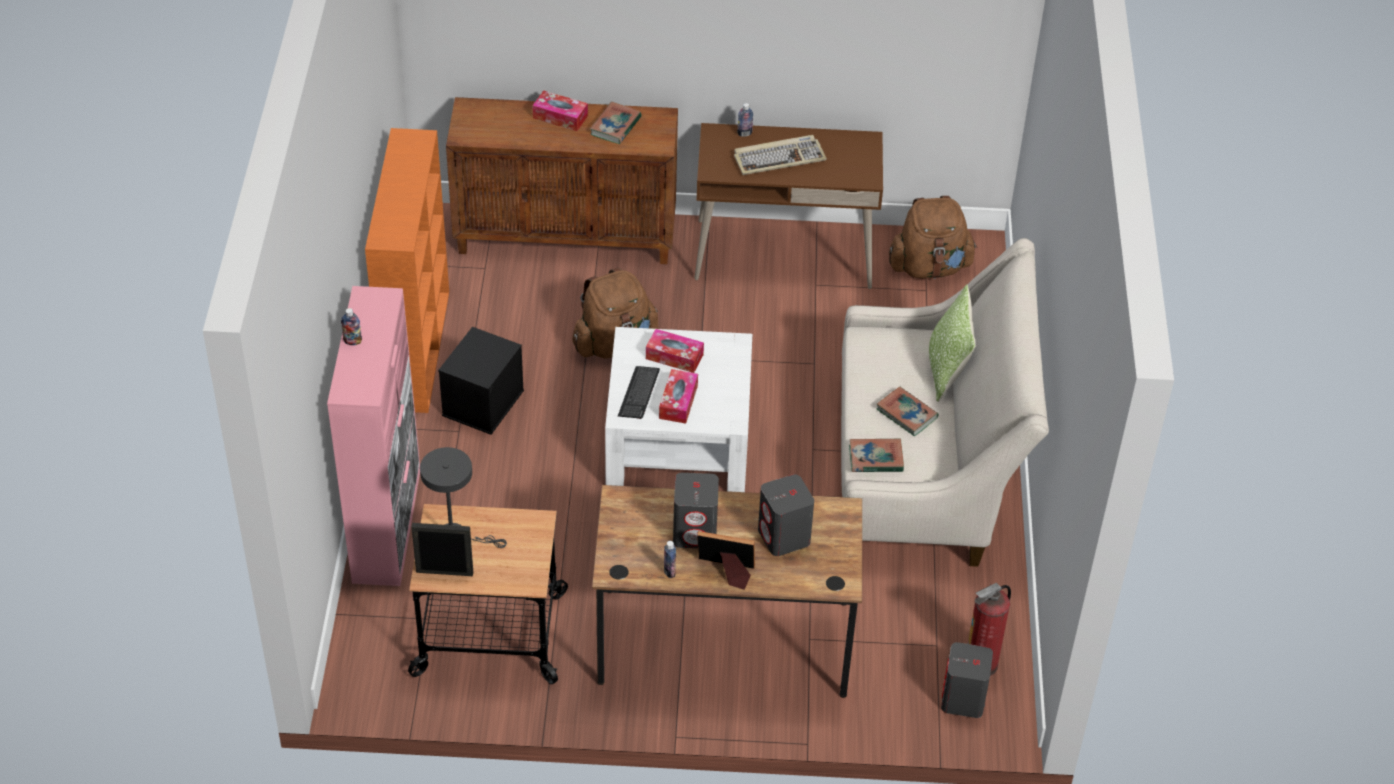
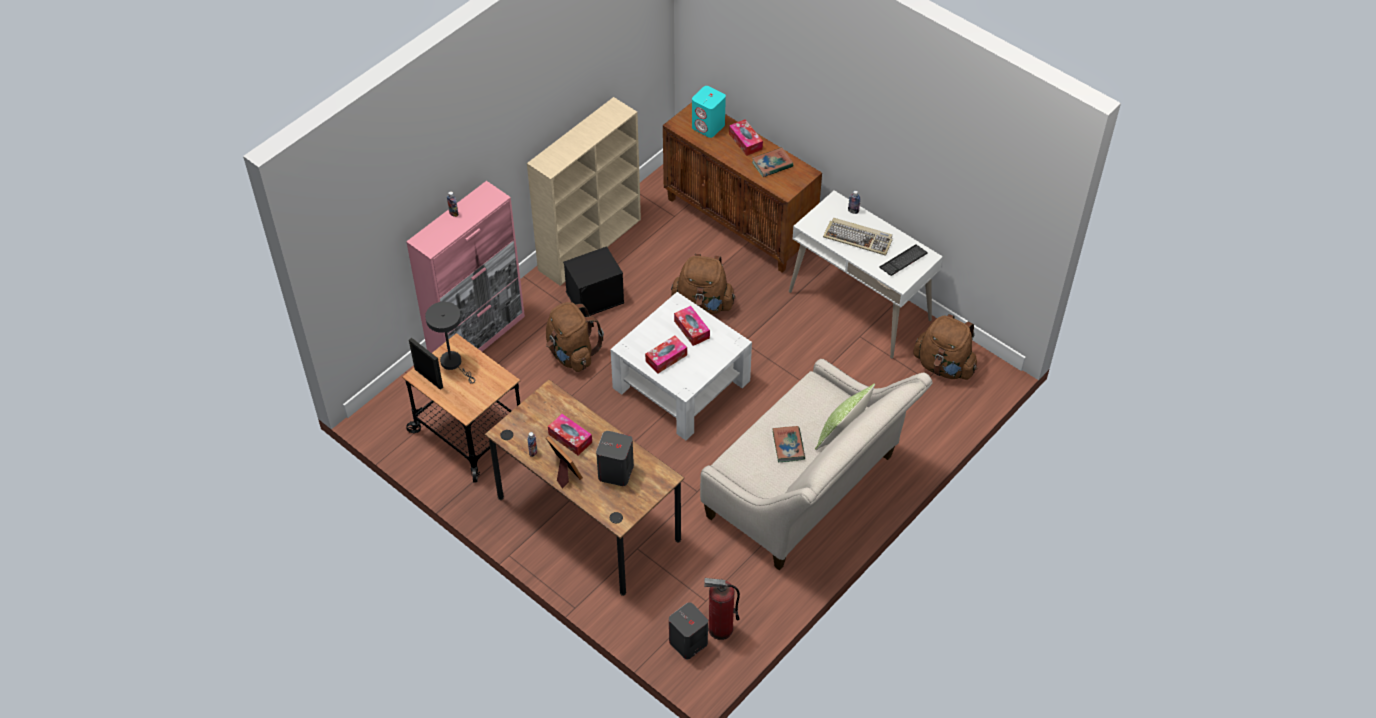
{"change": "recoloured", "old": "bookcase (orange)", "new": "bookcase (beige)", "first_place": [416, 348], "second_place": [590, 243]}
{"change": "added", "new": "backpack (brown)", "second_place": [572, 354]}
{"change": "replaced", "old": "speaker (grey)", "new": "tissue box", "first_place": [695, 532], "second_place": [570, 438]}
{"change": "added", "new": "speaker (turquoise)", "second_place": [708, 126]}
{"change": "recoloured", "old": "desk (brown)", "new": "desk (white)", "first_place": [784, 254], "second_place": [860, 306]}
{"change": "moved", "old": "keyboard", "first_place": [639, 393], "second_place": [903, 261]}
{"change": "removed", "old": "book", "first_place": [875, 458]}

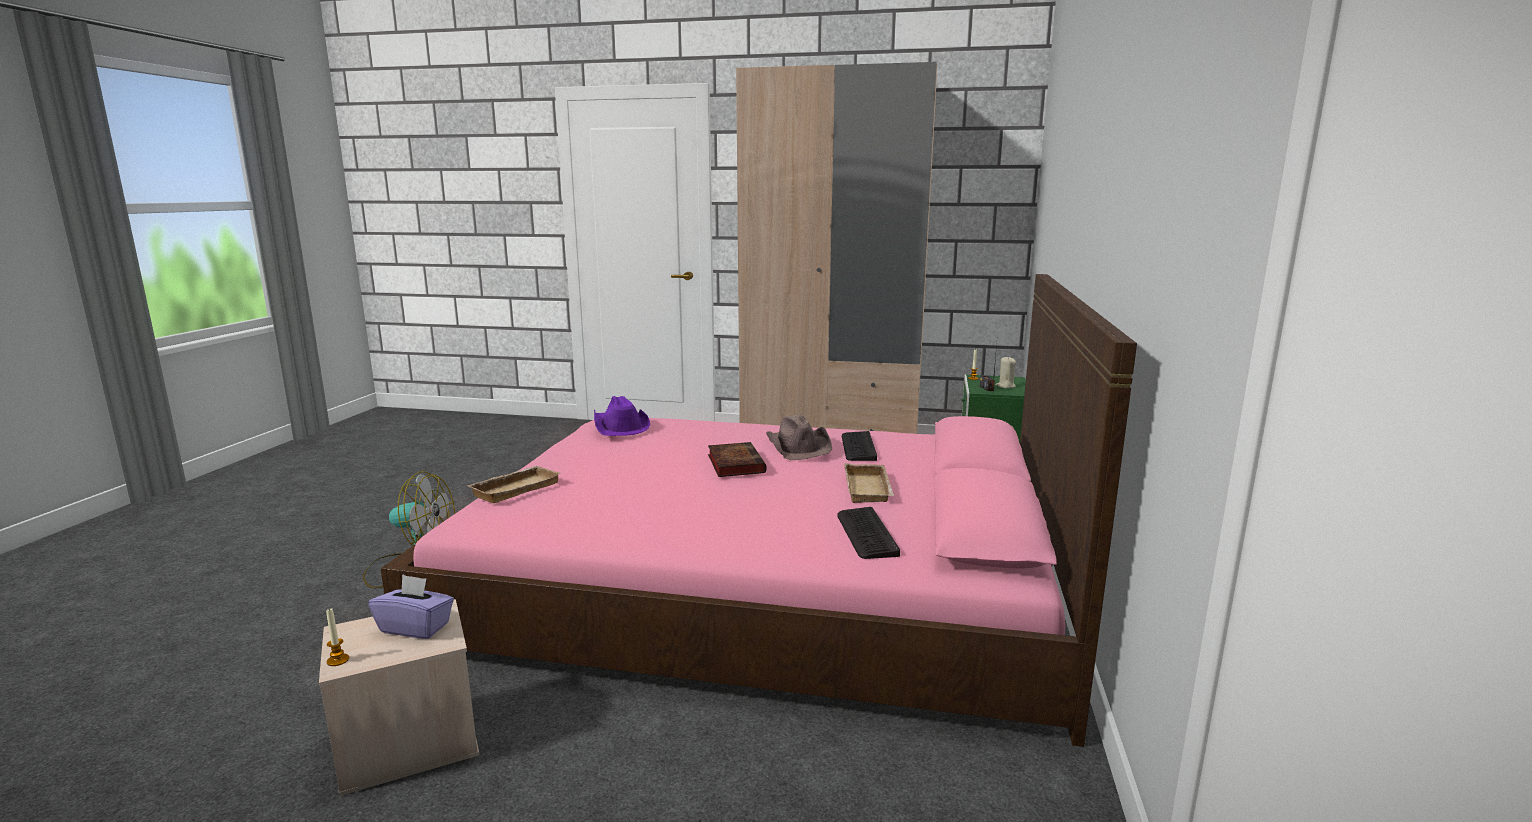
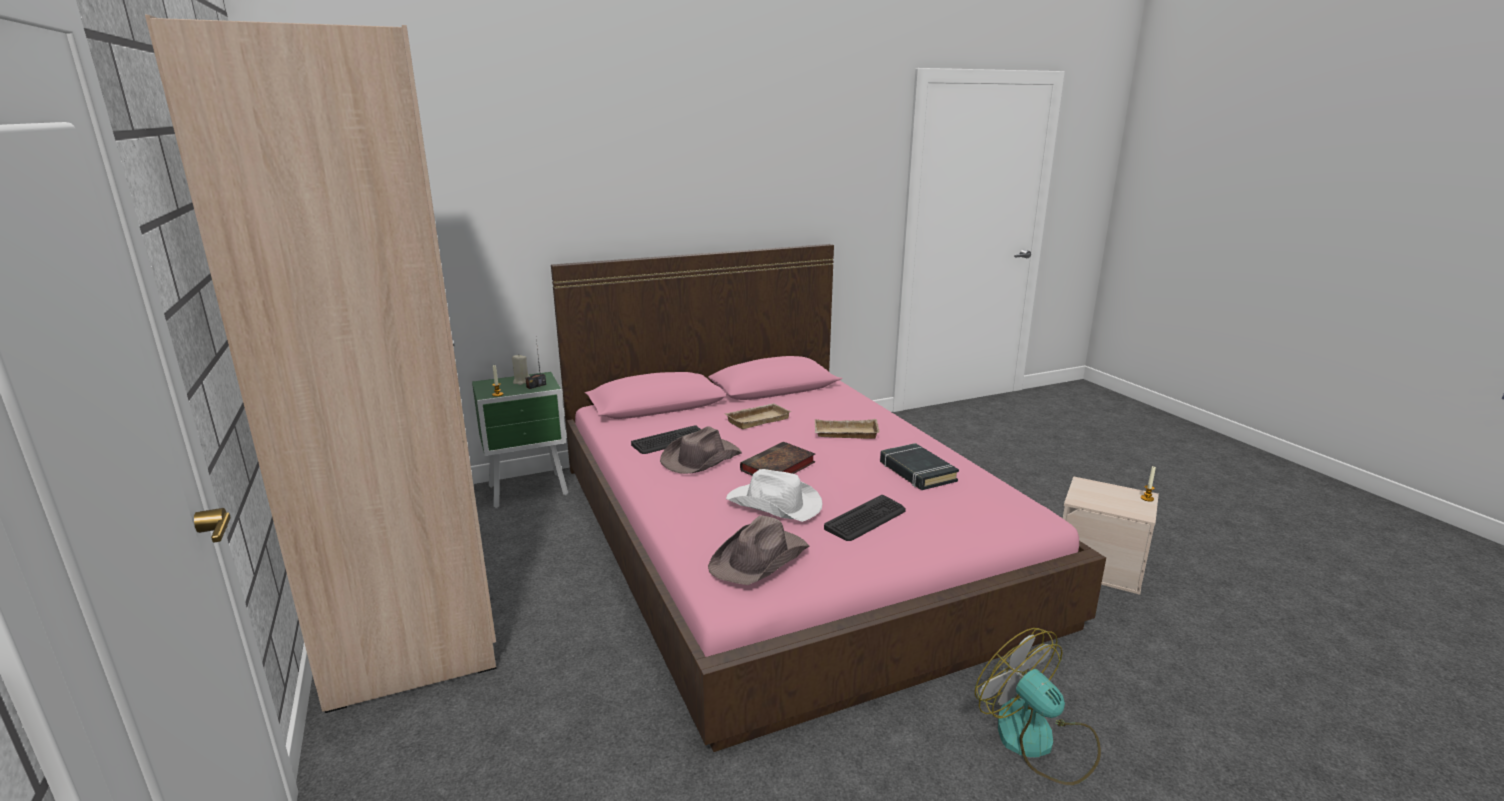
{"change": "recoloured", "old": "hat (purple)", "new": "hat (brown)", "first_place": [620, 426], "second_place": [760, 559]}
{"change": "added", "new": "hat (white)", "second_place": [775, 505]}
{"change": "moved", "old": "tray (beige)", "first_place": [515, 488], "second_place": [845, 434]}
{"change": "moved", "old": "keyboard", "first_place": [866, 534], "second_place": [866, 519]}
{"change": "added", "new": "book (black)", "second_place": [917, 472]}
{"change": "removed", "old": "tissue box (purple)", "first_place": [416, 627]}

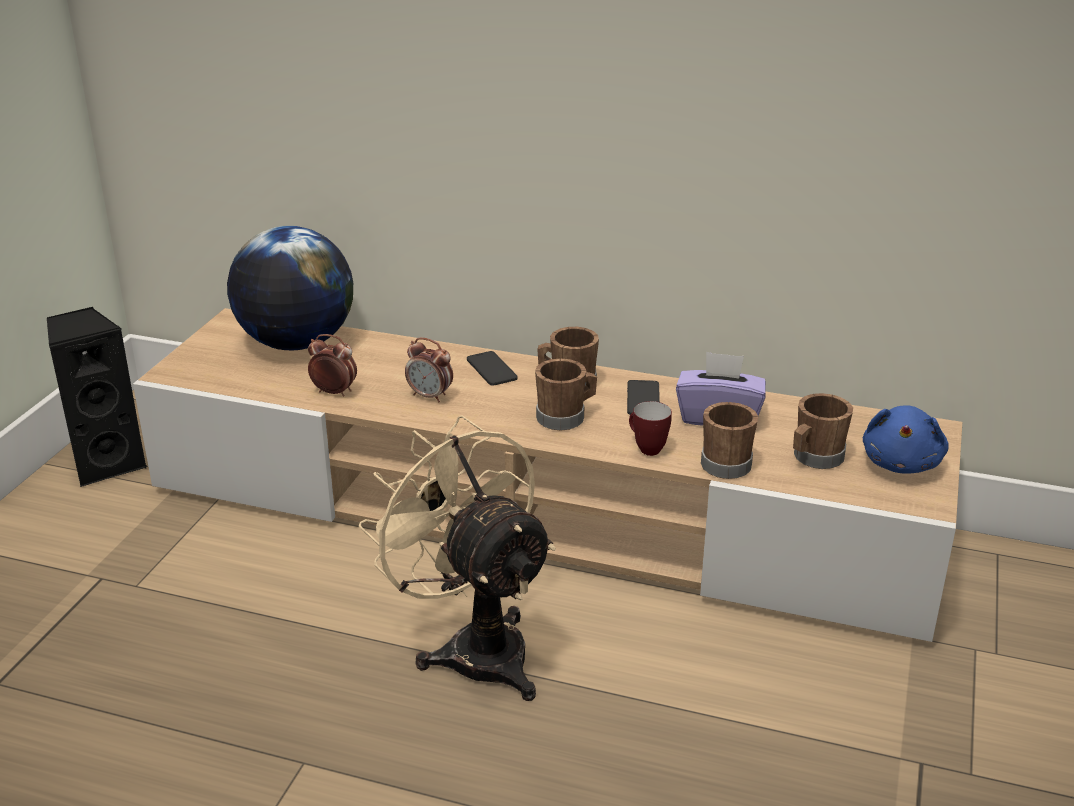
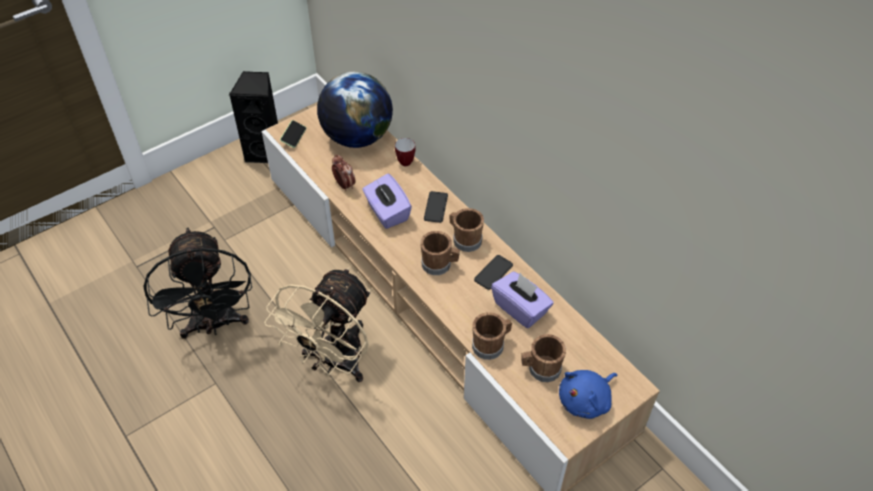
{"change": "added", "new": "fan (black)", "second_place": [214, 325]}
{"change": "turned", "old": "fan (beige)", "first_place": [474, 647], "second_place": [335, 363], "degrees": -150}
{"change": "added", "new": "phone", "second_place": [294, 137]}
{"change": "replaced", "old": "alarm clock", "new": "tissue box (purple)", "first_place": [430, 396], "second_place": [387, 212]}
{"change": "moved", "old": "mug", "first_place": [645, 448], "second_place": [405, 160]}

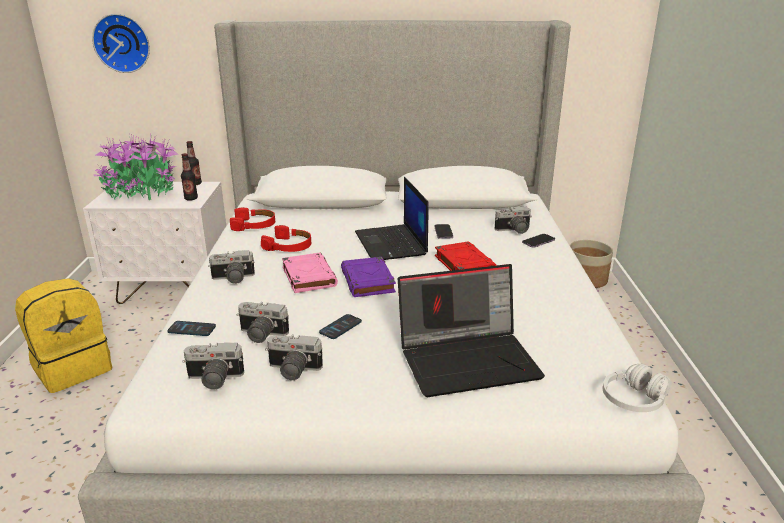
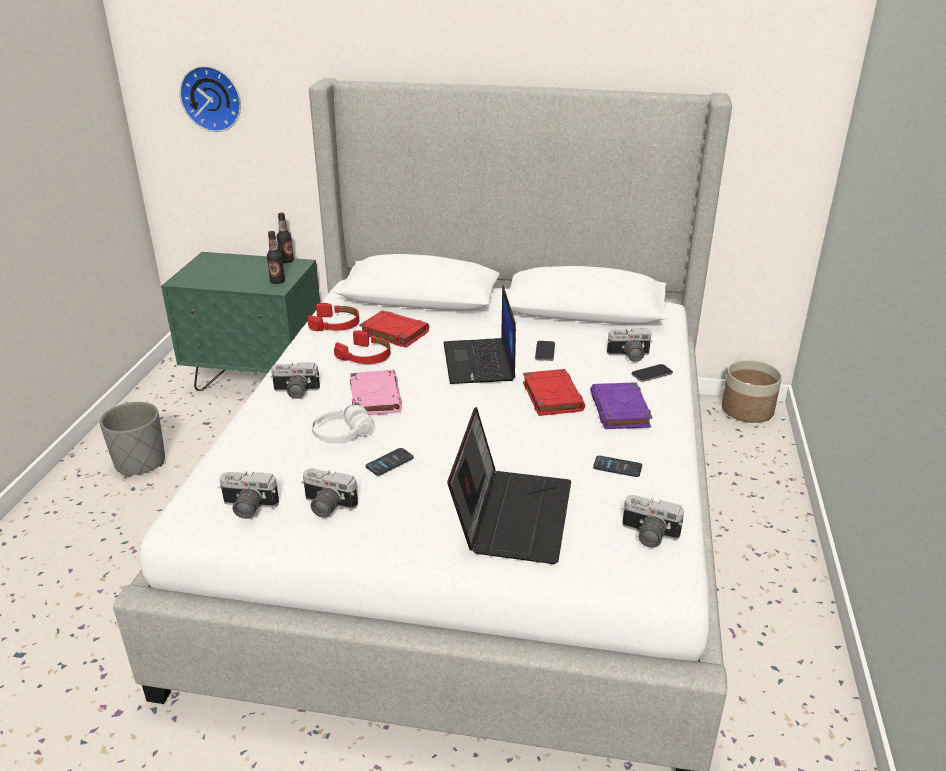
{"change": "replaced", "old": "backpack (yellow)", "new": "planter (grey)", "first_place": [73, 368], "second_place": [140, 462]}
{"change": "recoloured", "old": "nightstand (white)", "new": "nightstand (green)", "first_place": [173, 290], "second_place": [257, 379]}
{"change": "moved", "old": "headphones (white)", "first_place": [634, 400], "second_place": [342, 434]}
{"change": "added", "new": "book (red)", "second_place": [393, 333]}
{"change": "turned", "old": "laptop", "first_place": [469, 359], "second_place": [511, 514], "degrees": -75}
{"change": "moved", "old": "book (purple)", "first_place": [368, 281], "second_place": [620, 411]}
{"change": "moved", "old": "phone", "first_place": [192, 329], "second_place": [617, 467]}
{"change": "moved", "old": "photo camera", "first_place": [261, 335], "second_place": [648, 536]}
{"change": "removed", "old": "potted plant", "first_place": [142, 192]}

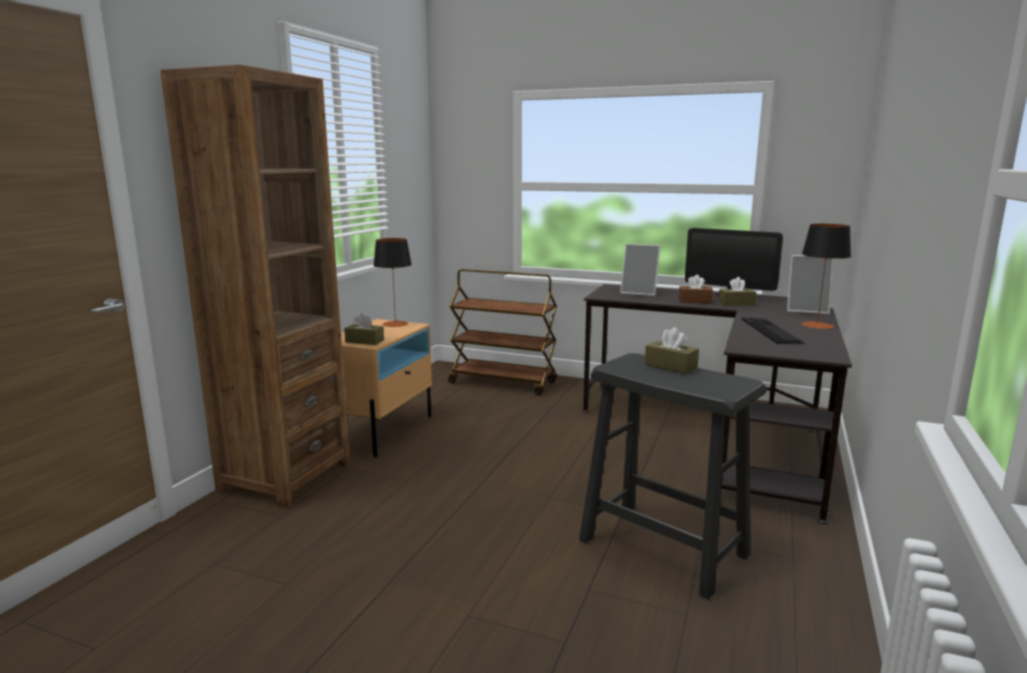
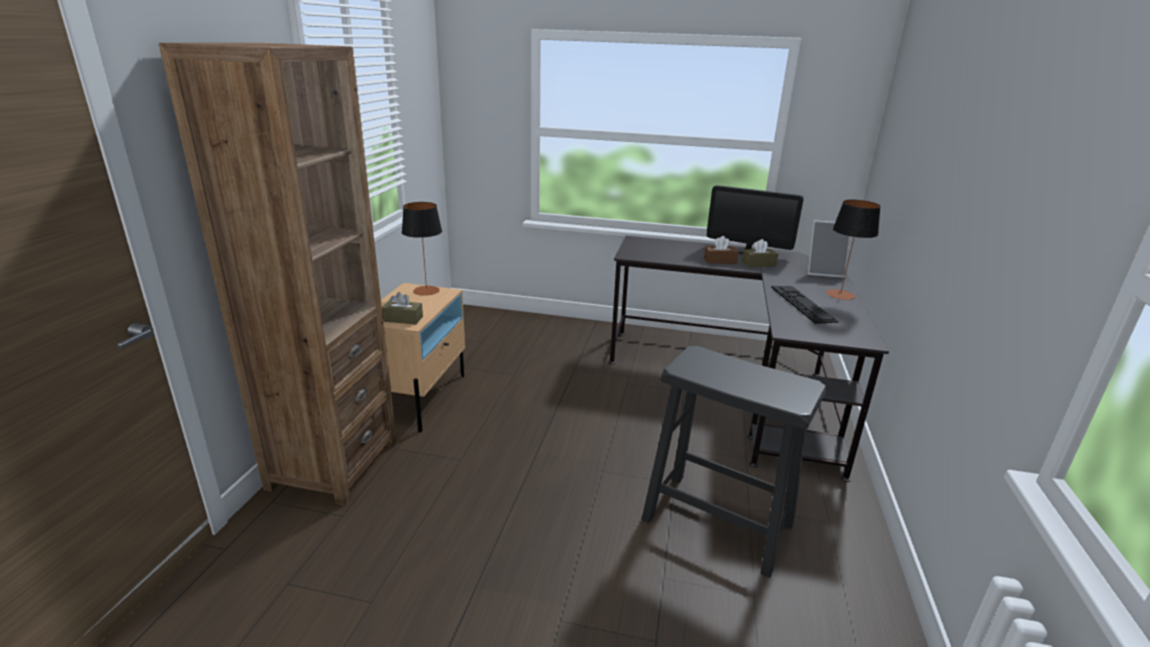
{"change": "removed", "old": "cart (brown)", "first_place": [503, 382]}
{"change": "removed", "old": "picture frame", "first_place": [639, 293]}
{"change": "removed", "old": "tissue box (brown)", "first_place": [670, 366]}

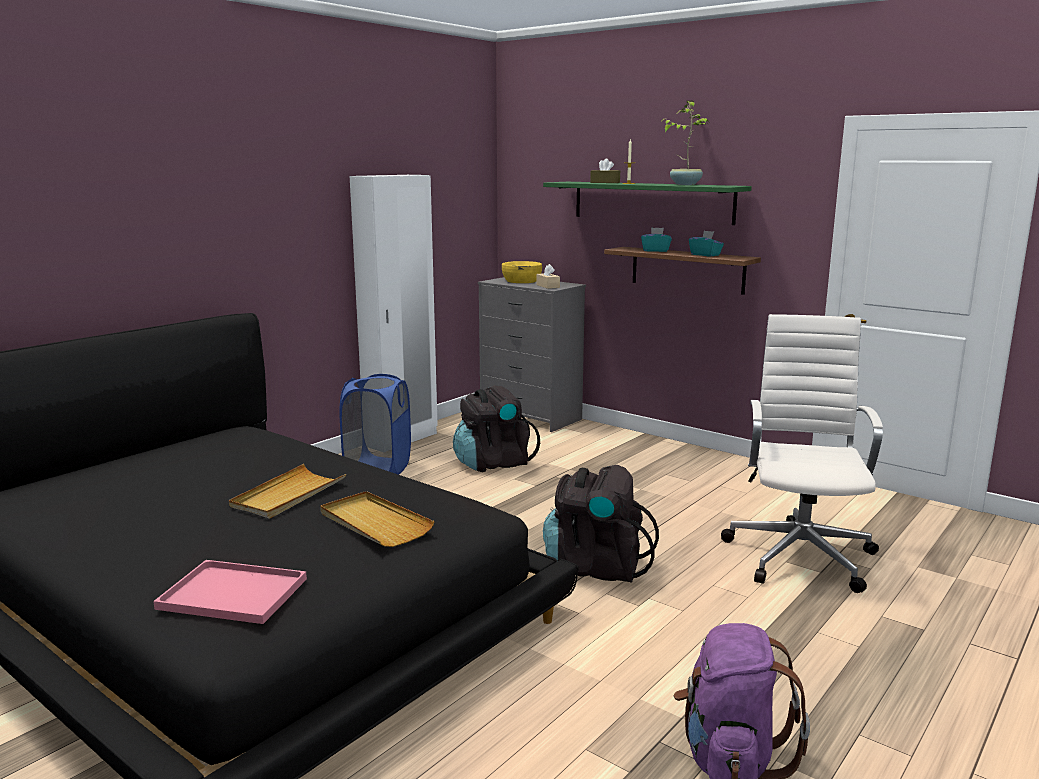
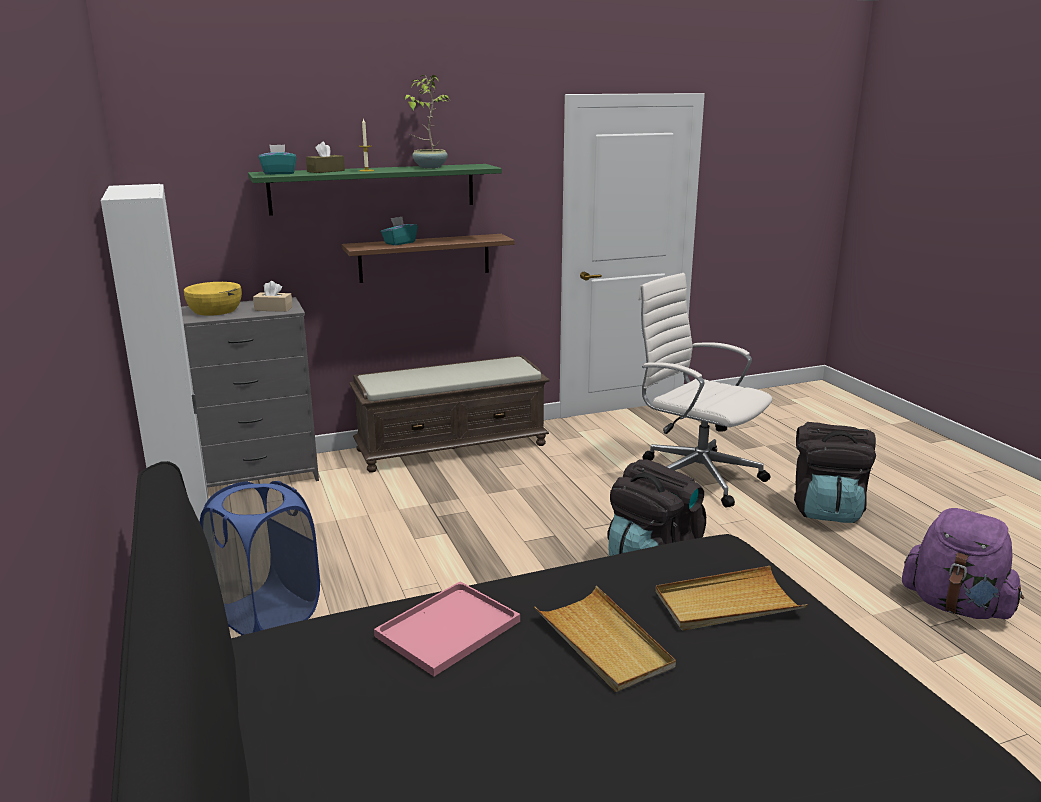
{"change": "moved", "old": "tissue box (turquoise)", "first_place": [705, 255], "second_place": [279, 173]}
{"change": "added", "new": "bench (brown)", "second_place": [452, 446]}
{"change": "moved", "old": "tray (pink)", "first_place": [230, 594], "second_place": [447, 630]}
{"change": "moved", "old": "backpack (black)", "first_place": [493, 463], "second_place": [826, 510]}

